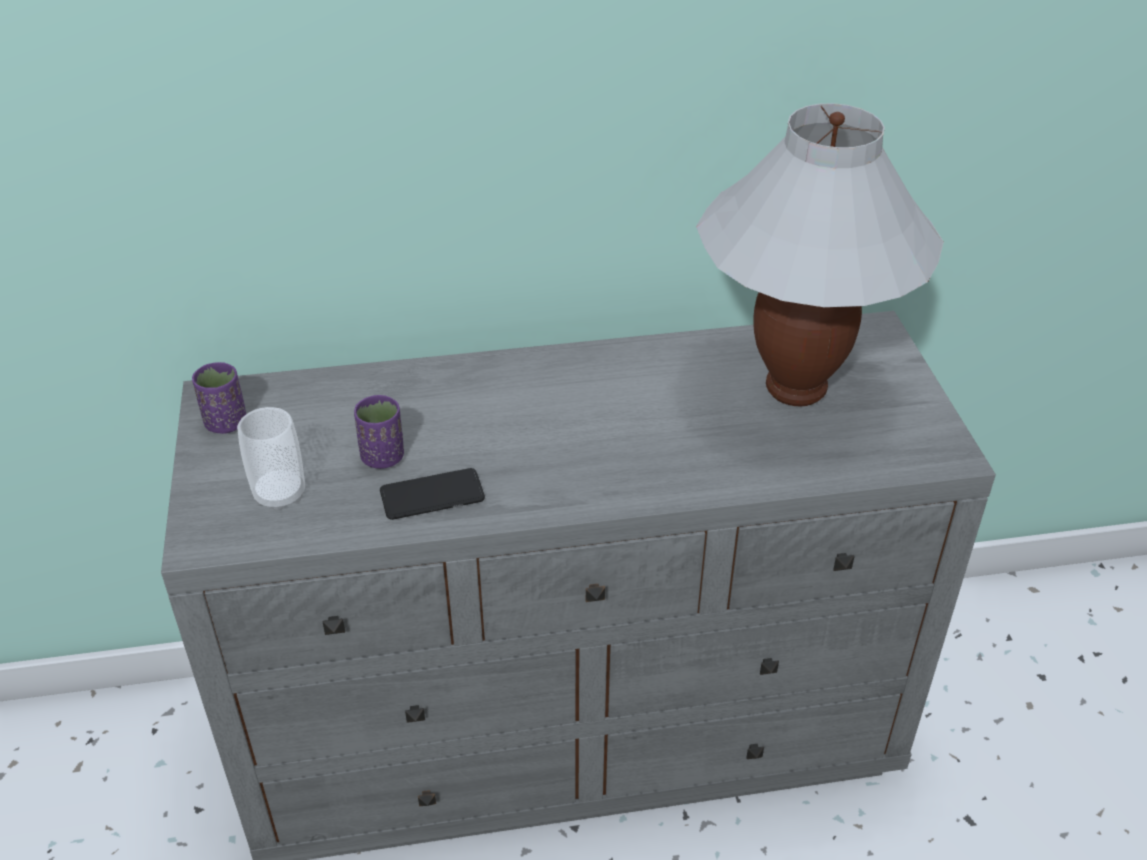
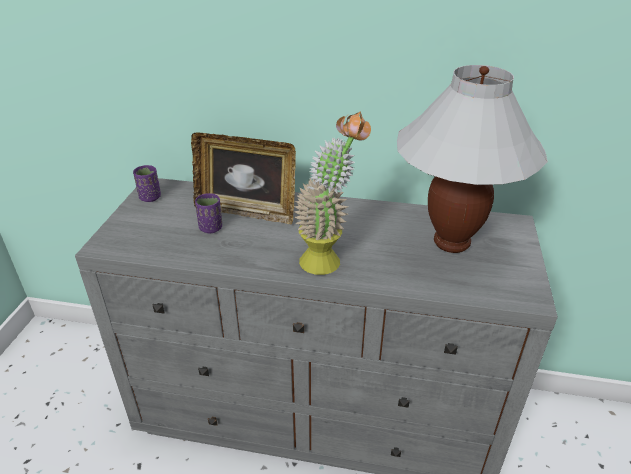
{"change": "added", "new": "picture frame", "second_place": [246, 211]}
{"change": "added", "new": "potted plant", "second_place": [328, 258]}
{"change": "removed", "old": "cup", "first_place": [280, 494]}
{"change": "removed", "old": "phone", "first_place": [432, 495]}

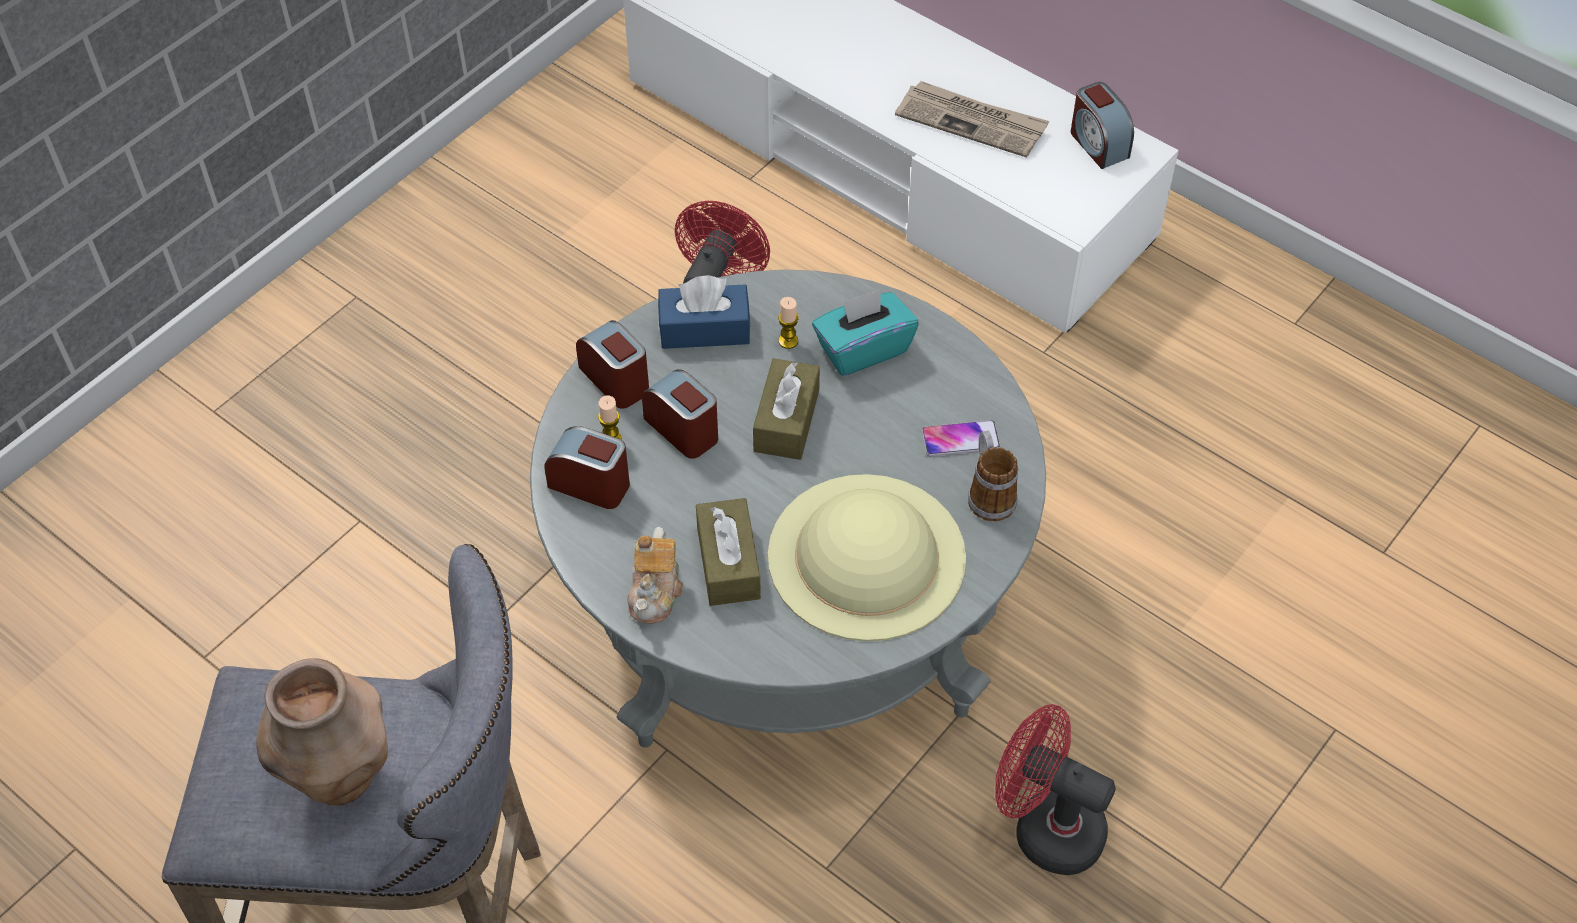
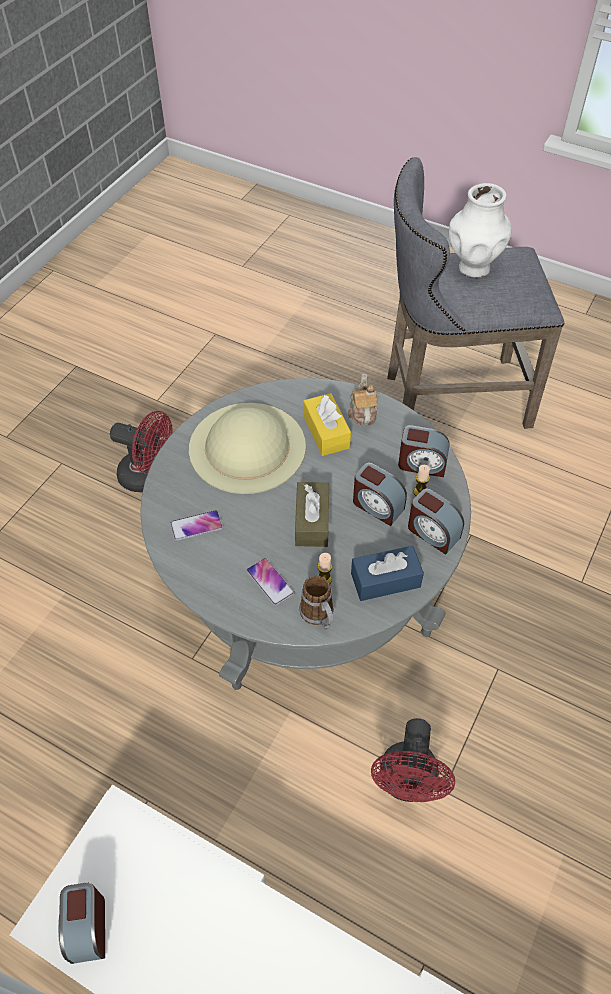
{"change": "turned", "old": "alarm clock", "first_place": [1098, 144], "second_place": [87, 927], "degrees": -150}
{"change": "replaced", "old": "tissue box (turquoise)", "new": "phone", "first_place": [863, 349], "second_place": [270, 582]}
{"change": "moved", "old": "mug", "first_place": [988, 494], "second_place": [319, 617]}
{"change": "recoloured", "old": "tissue box (brown)", "new": "tissue box (yellow)", "first_place": [728, 563], "second_place": [326, 432]}
{"change": "recoloured", "old": "vase (brown)", "new": "vase (white)", "first_place": [340, 777], "second_place": [473, 267]}
{"change": "removed", "old": "newspaper", "first_place": [972, 122]}

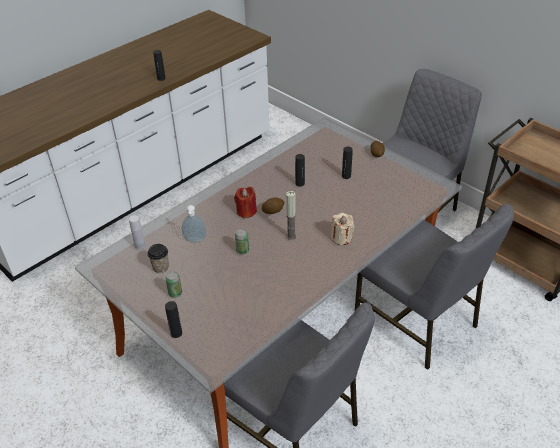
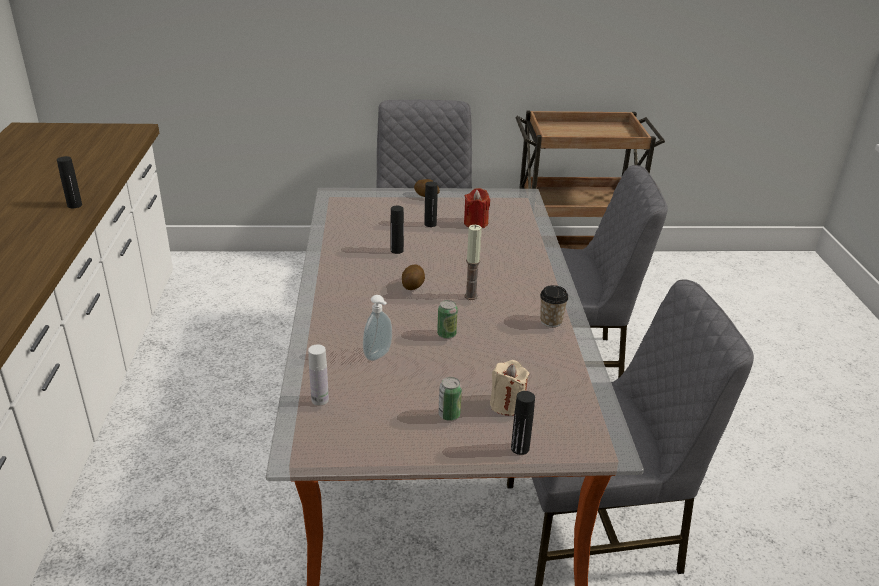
{"change": "moved", "old": "candle (red)", "first_place": [246, 211], "second_place": [475, 223]}
{"change": "moved", "old": "candle (beige)", "first_place": [341, 238], "second_place": [507, 404]}
{"change": "moved", "old": "cup", "first_place": [160, 267], "second_place": [551, 321]}

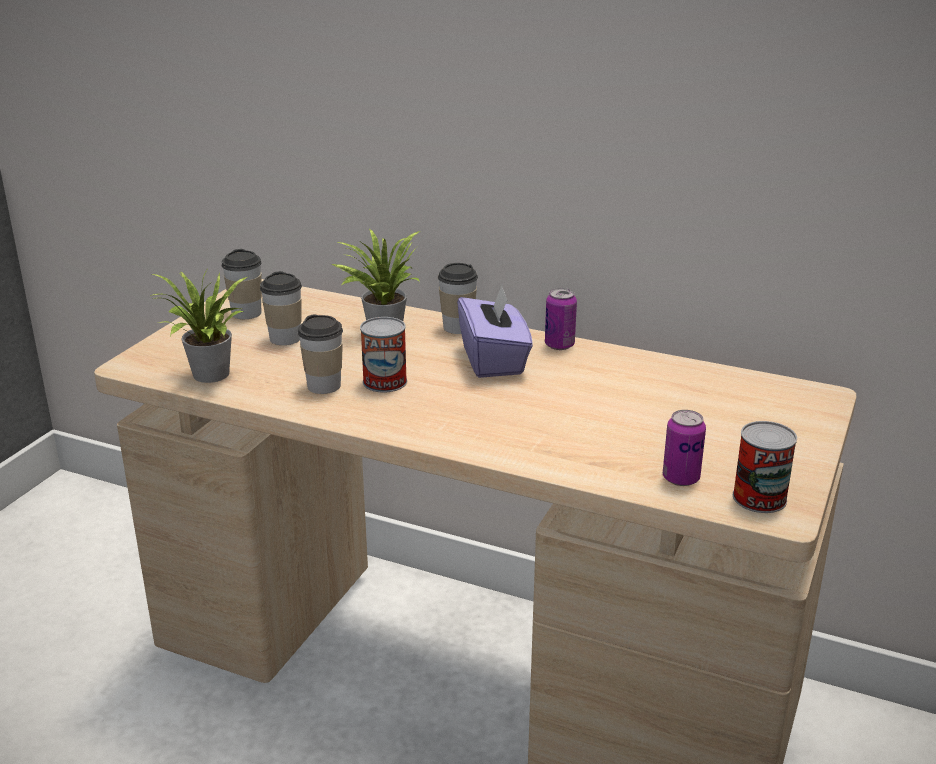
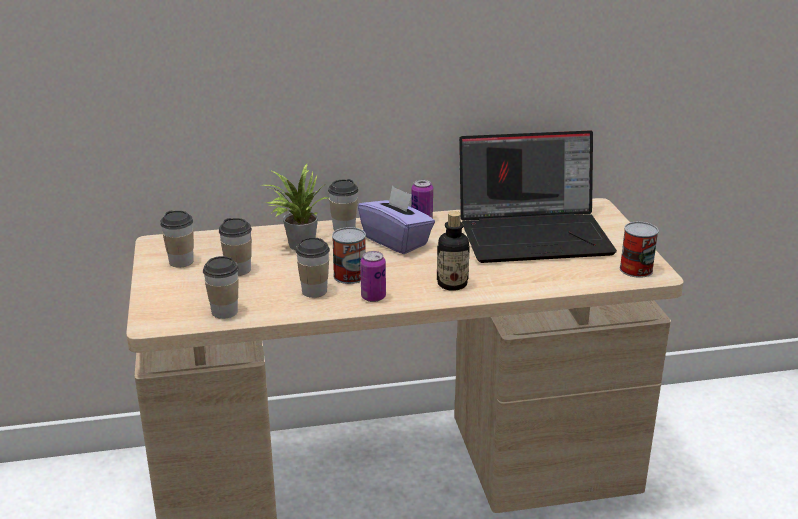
{"change": "replaced", "old": "potted plant", "new": "cup", "first_place": [209, 376], "second_place": [224, 311]}
{"change": "moved", "old": "can", "first_place": [681, 478], "second_place": [373, 297]}
{"change": "added", "new": "bottle", "second_place": [452, 284]}
{"change": "added", "new": "laptop", "second_place": [535, 234]}

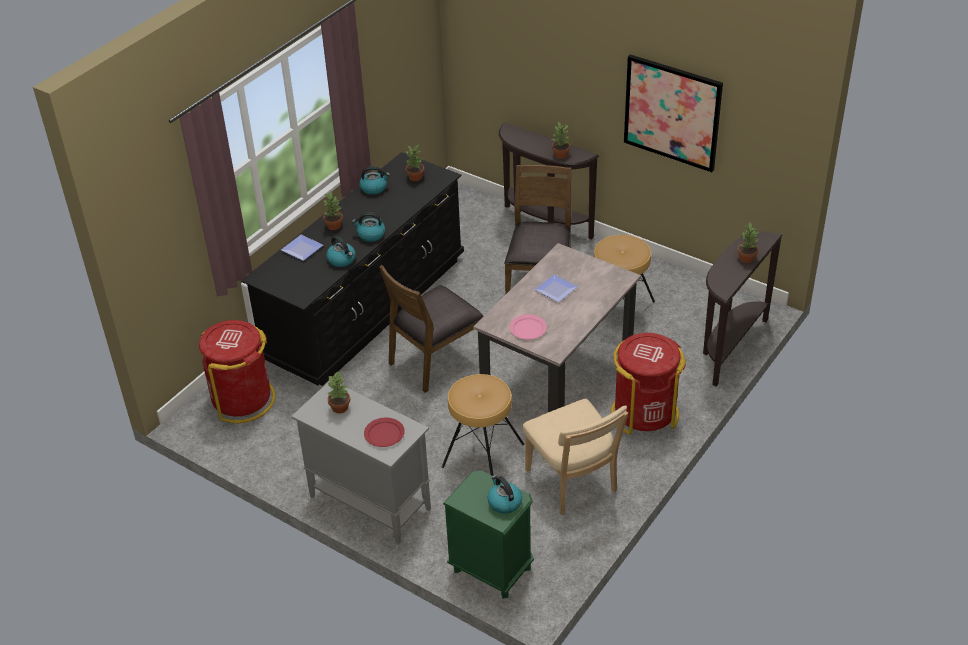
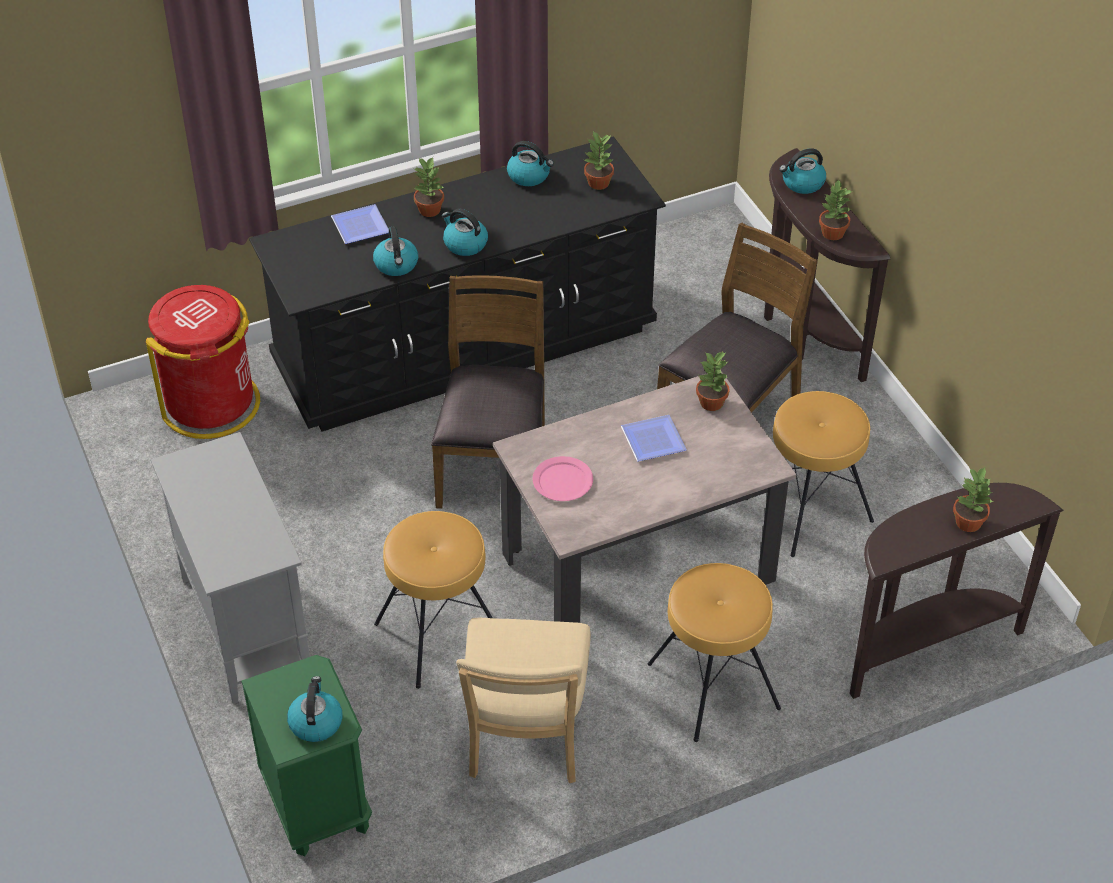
{"change": "turned", "old": "chair (brown)", "first_place": [436, 359], "second_place": [494, 464], "degrees": 105}
{"change": "replaced", "old": "trash can (red)", "new": "stool (brown)", "first_place": [644, 413], "second_place": [712, 686]}
{"change": "moved", "old": "potted plant", "first_place": [340, 408], "second_place": [712, 403]}
{"change": "added", "new": "kettle", "second_place": [802, 183]}
{"change": "removed", "old": "plate (red)", "first_place": [384, 434]}
{"change": "removed", "old": "picture", "first_place": [672, 112]}

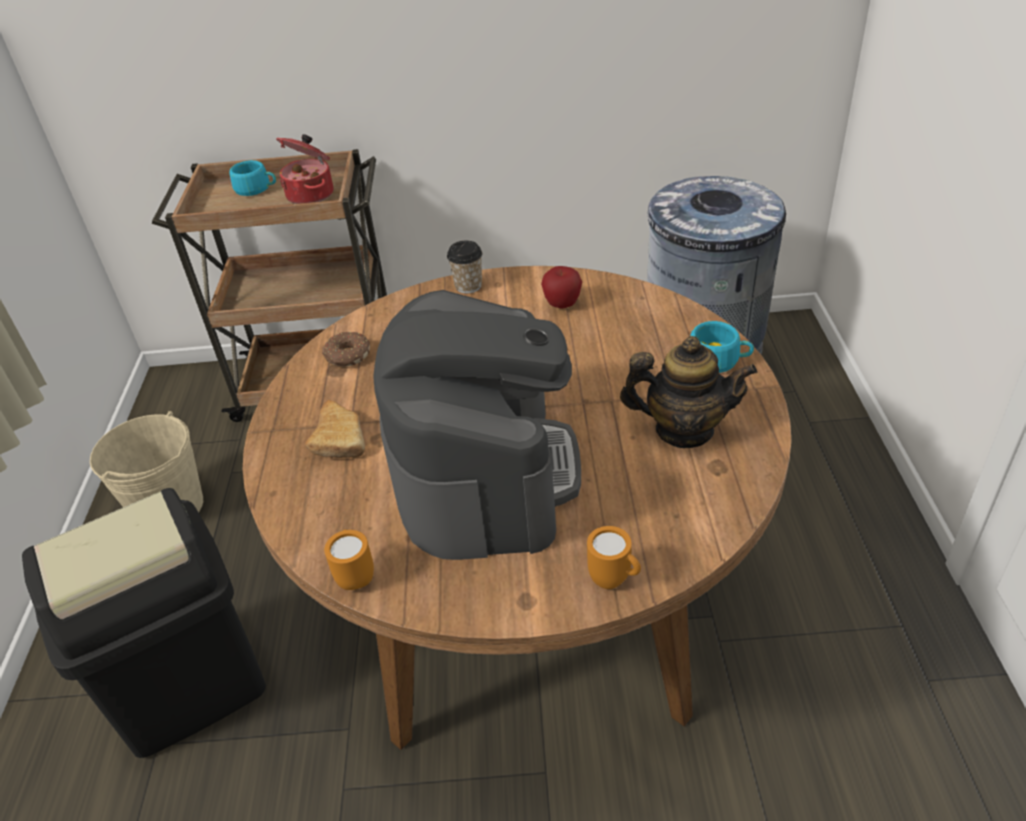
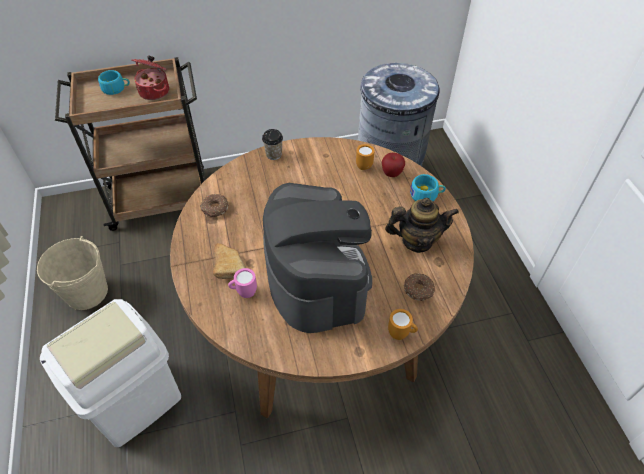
{"change": "recoloured", "old": "trash can (black)", "new": "trash can (white)", "first_place": [188, 684], "second_place": [133, 400]}
{"change": "added", "new": "mug (pink)", "second_place": [244, 292]}
{"change": "moved", "old": "mug (orange)", "first_place": [355, 575], "second_place": [363, 165]}
{"change": "moved", "old": "apple", "first_place": [562, 305], "second_place": [391, 174]}
{"change": "added", "new": "donut", "second_place": [418, 290]}

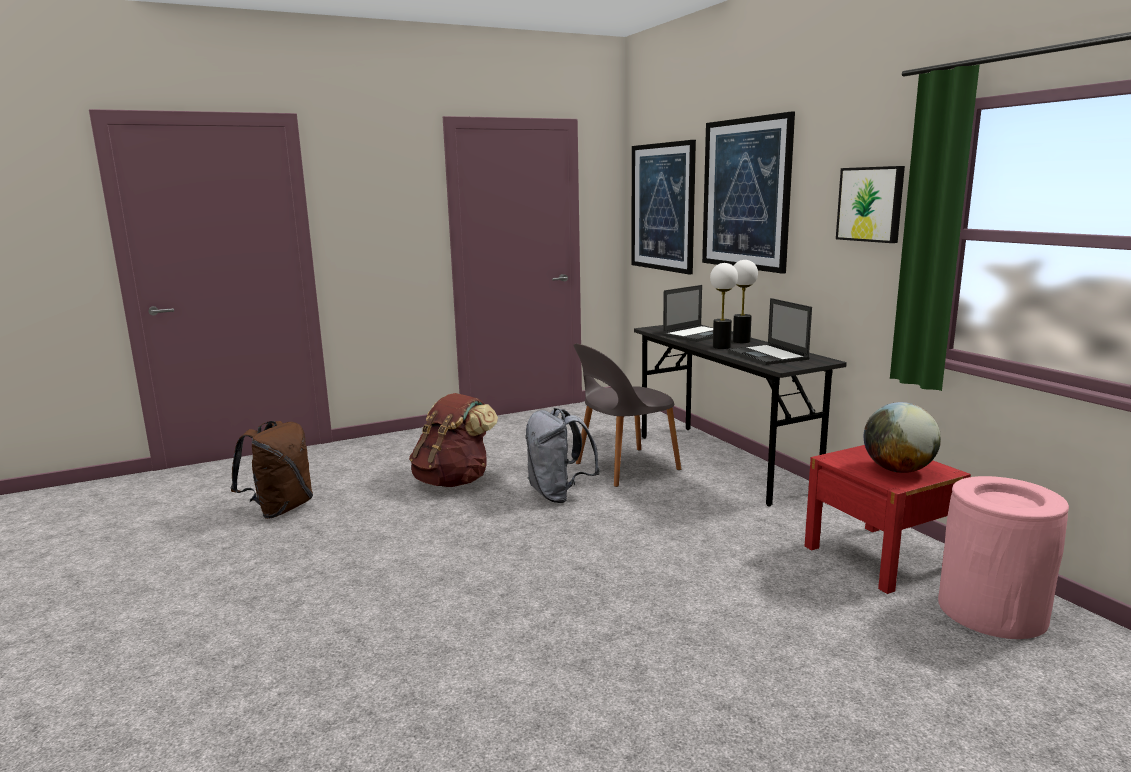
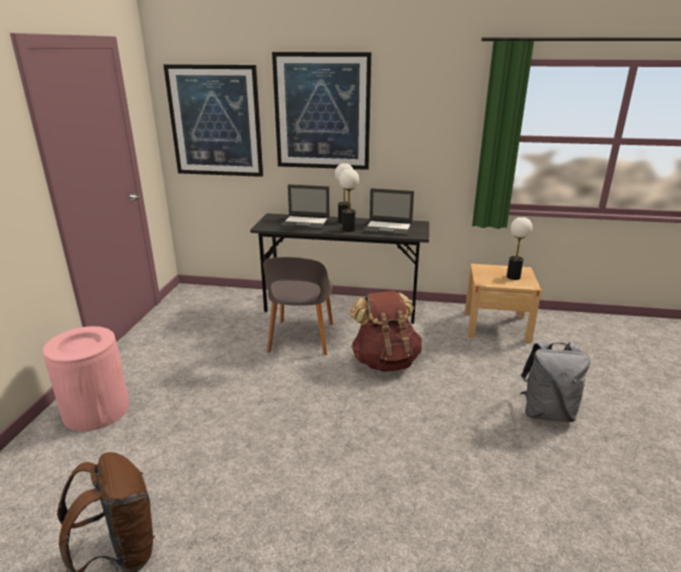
{"change": "moved", "old": "trash can (pink)", "first_place": [991, 610], "second_place": [96, 410]}
{"change": "turned", "old": "laptop", "first_place": [698, 334], "second_place": [306, 223], "degrees": 105}
{"change": "moved", "old": "backpack (brown)", "first_place": [454, 481], "second_place": [385, 361]}
{"change": "recoloured", "old": "nightstand (red)", "new": "nightstand (beige)", "first_place": [878, 557], "second_place": [496, 326]}
{"change": "replaced", "old": "globe", "new": "table lamp", "first_place": [898, 470], "second_place": [513, 277]}
{"change": "moved", "old": "backpack (grey)", "first_place": [559, 495], "second_place": [547, 412]}
{"change": "removed", "old": "picture", "first_place": [871, 204]}

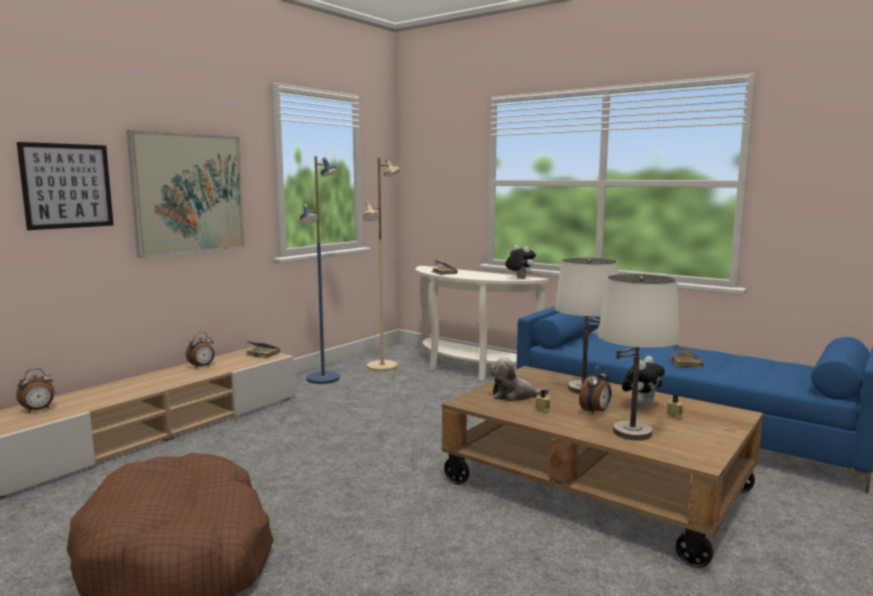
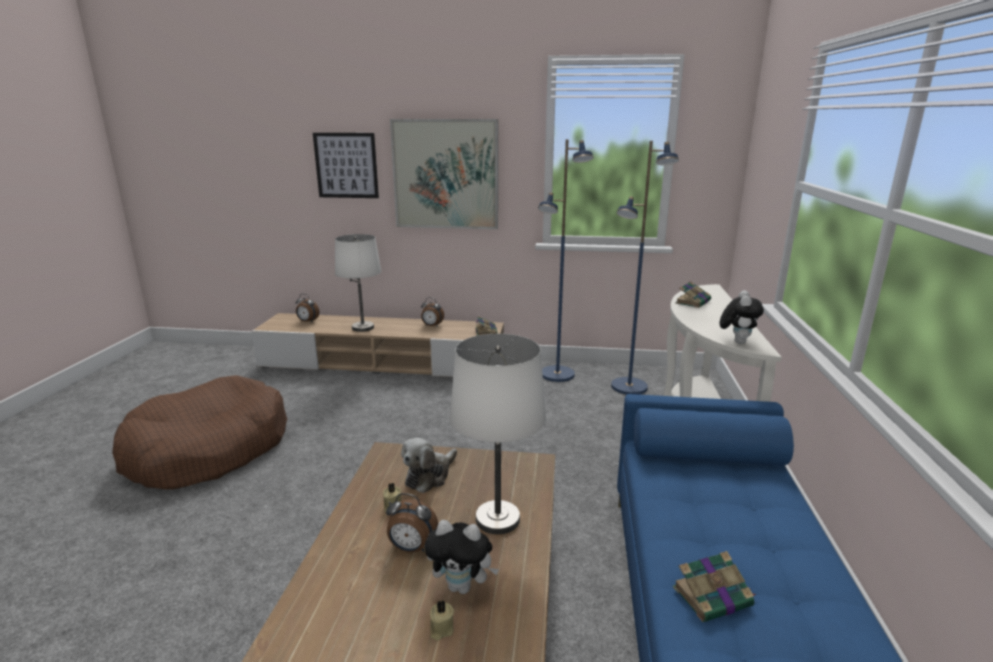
{"change": "moved", "old": "table lamp (white)", "first_place": [632, 432], "second_place": [363, 327]}
{"change": "turned", "old": "plush toy", "first_place": [514, 396], "second_place": [429, 476], "degrees": -120}
{"change": "recoloured", "old": "floor lamp (beige)", "new": "floor lamp (blue)", "first_place": [382, 366], "second_place": [629, 387]}

